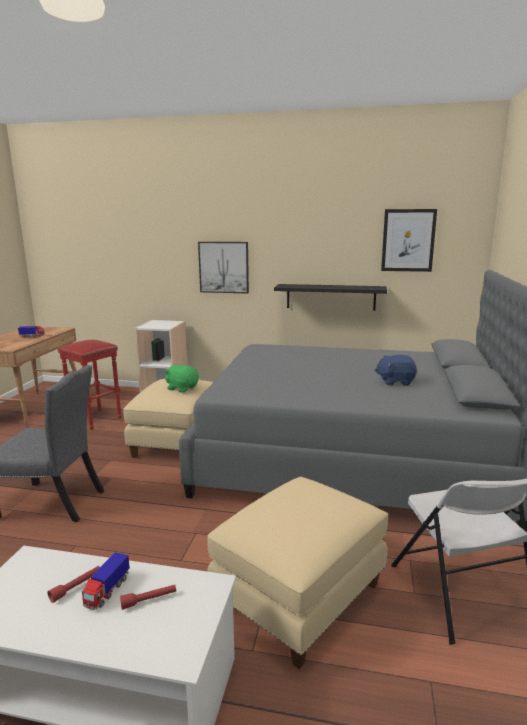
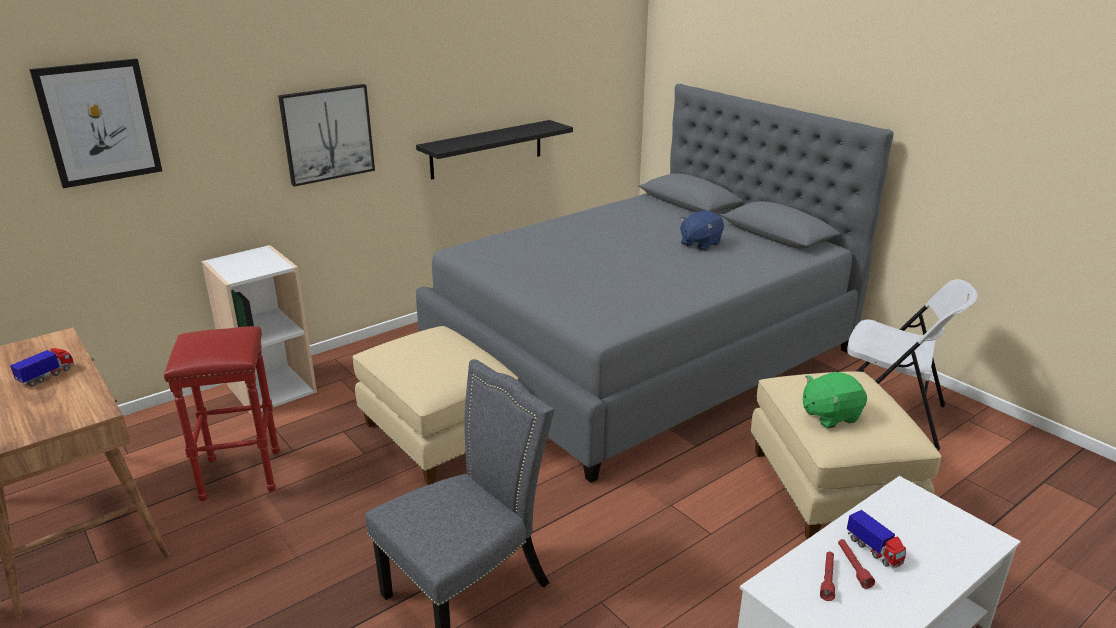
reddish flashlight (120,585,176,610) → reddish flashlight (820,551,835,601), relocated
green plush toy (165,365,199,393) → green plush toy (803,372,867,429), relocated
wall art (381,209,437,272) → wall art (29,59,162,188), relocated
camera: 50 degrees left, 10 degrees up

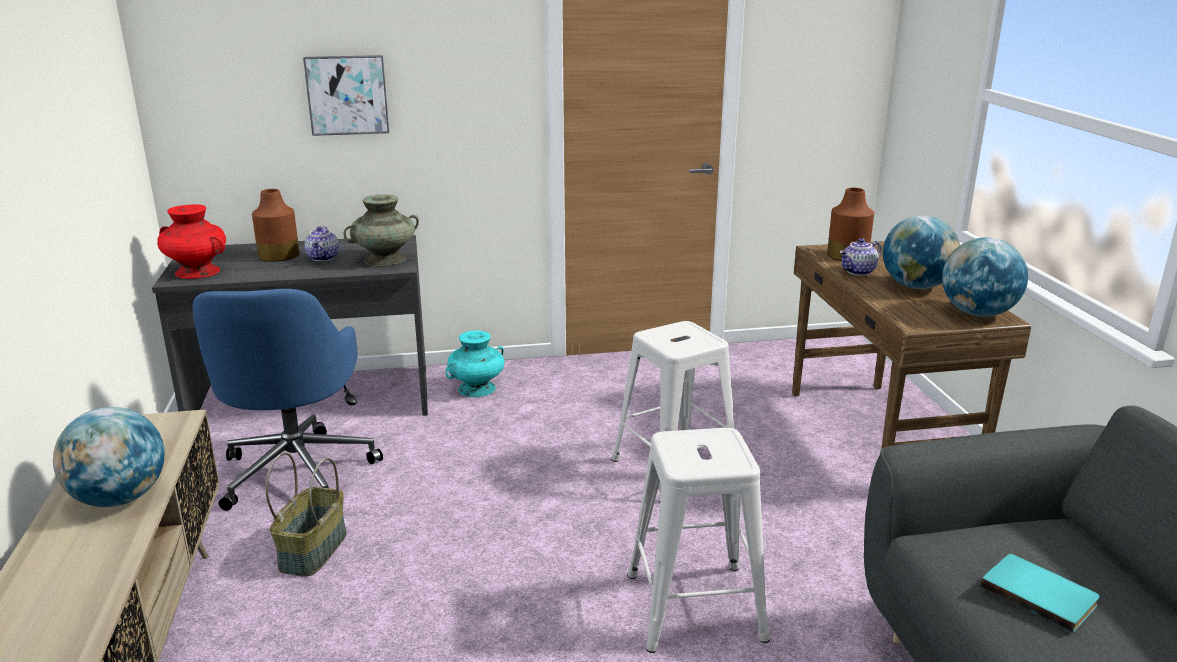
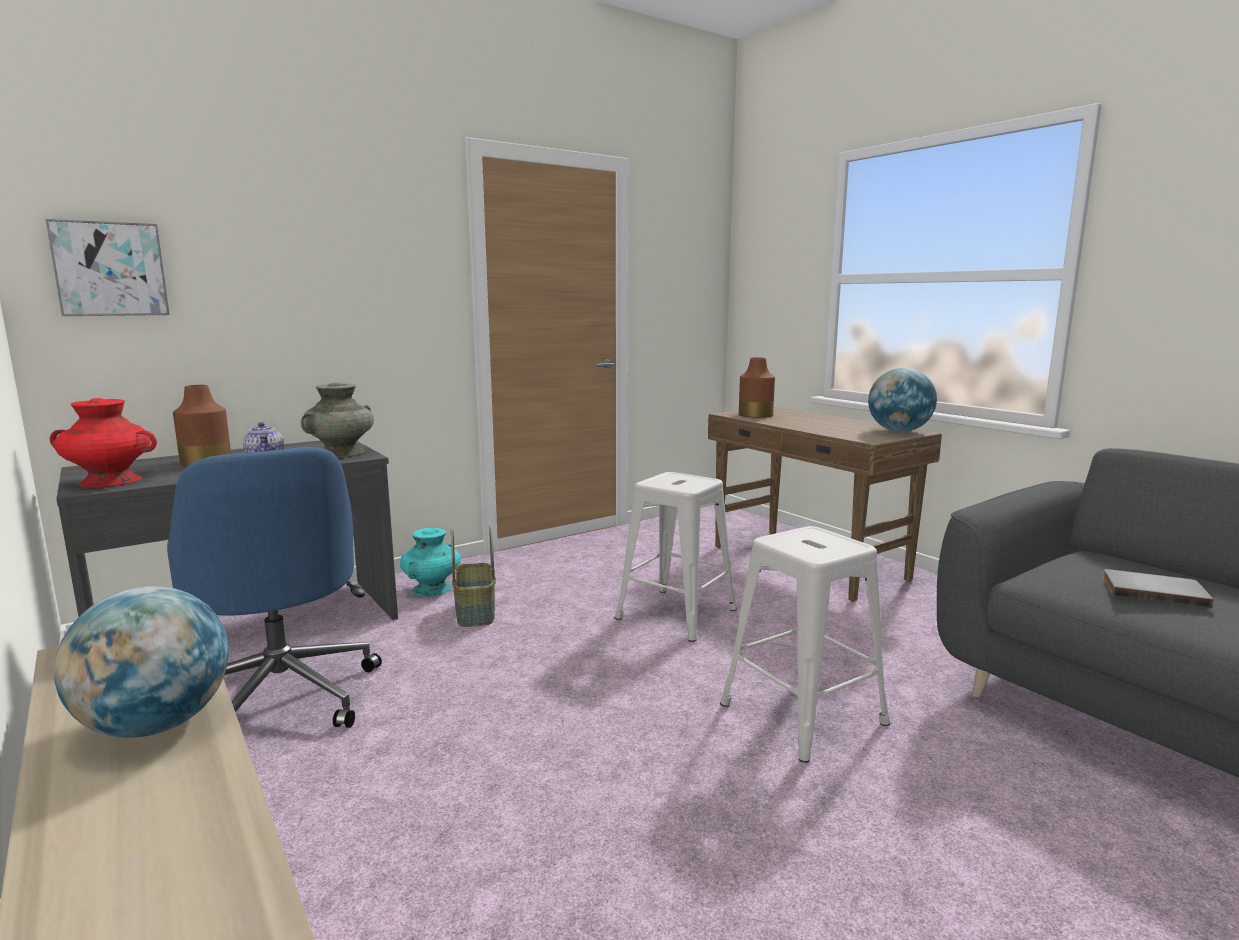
pot for tea (840,238,882,276) → -
globe (883,215,960,289) → -
basket (265,452,347,576) → basket (451,526,496,627), relocated
wall art (303,55,389,136) → wall art (45,219,170,316), relocated
blue-green book (980,554,1100,633) → greyish book (1102,569,1214,609)
camera: 25 degrees left, 10 degrees down

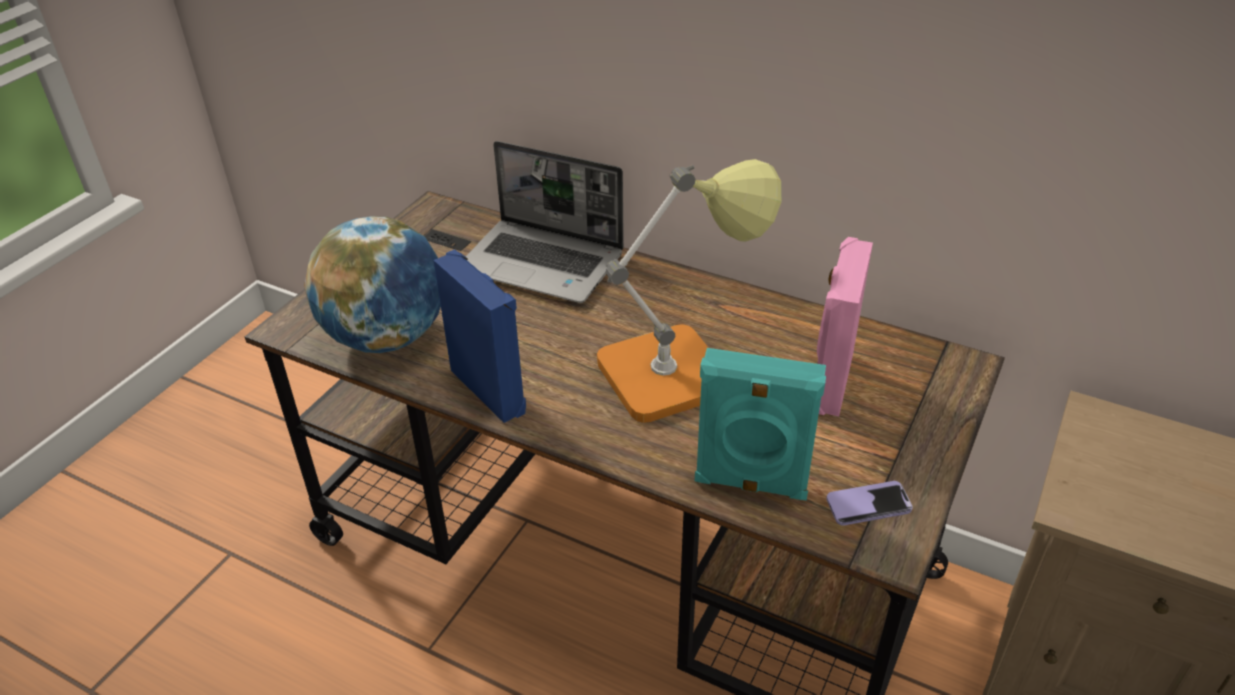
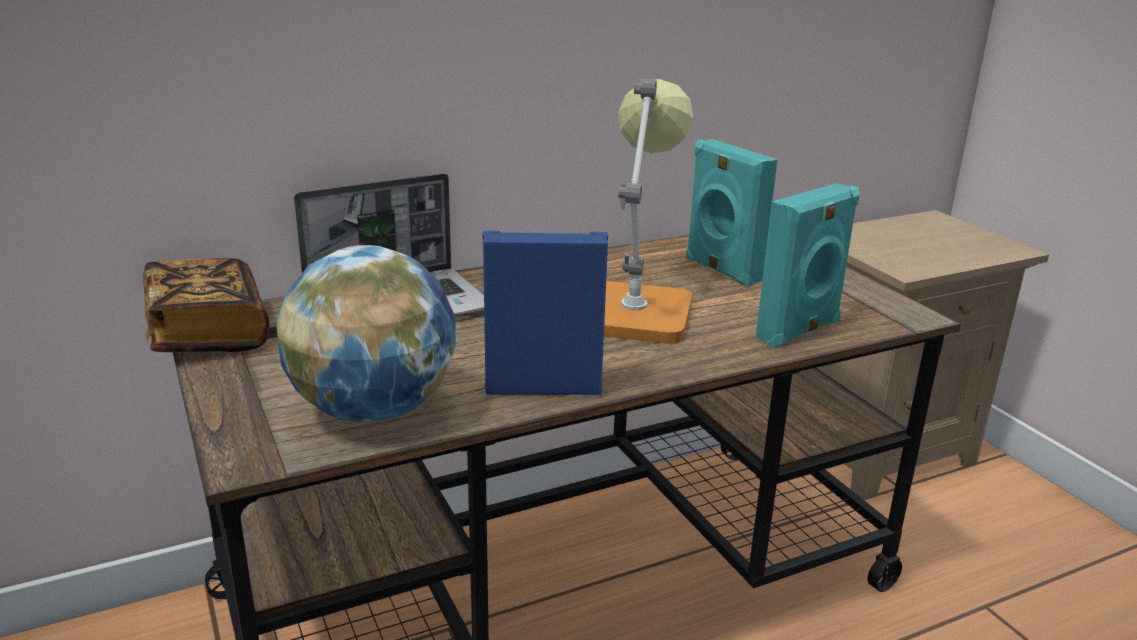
telephone (826,481,913,526) → -
- → book (142,258,269,352)
pinkish speaker (817,237,873,416) → blue-green speaker (686,139,778,287)
camera: 55 degrees left, 15 degrees down

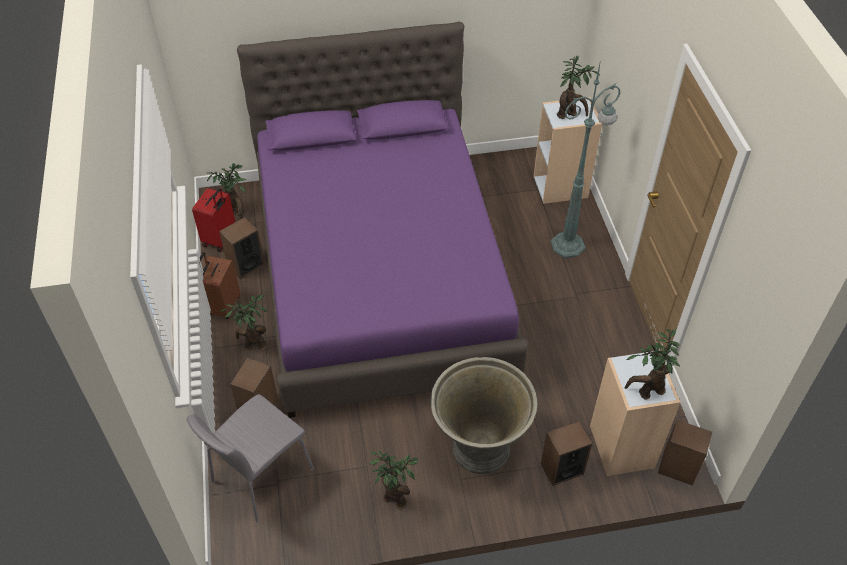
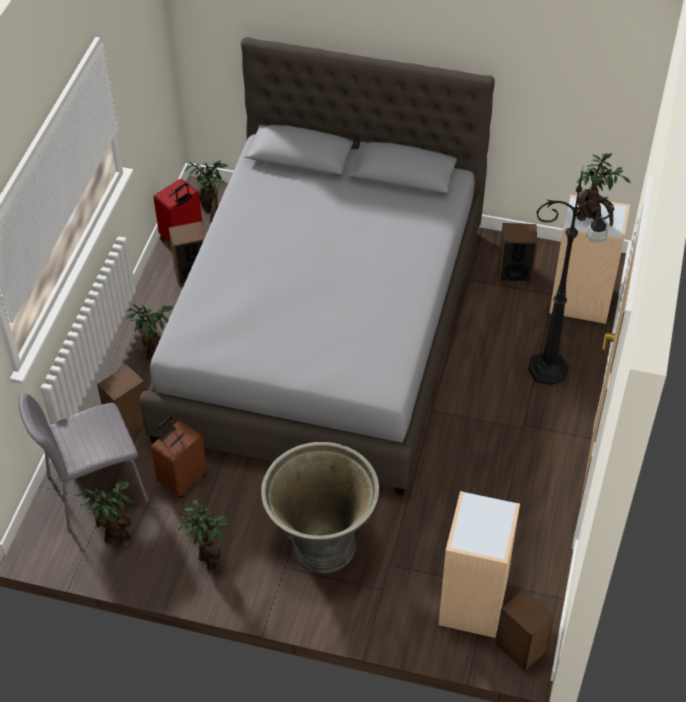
brown travel case (199,252,240,319) → brown travel case (151,416,207,498), relocated
speaker (541,421,592,486) → speaker (498,223,537,283), relocated
houseplant (625,329,680,400) → houseplant (77,481,133,546), relocated
purple-coloured bed (237,22,528,418) → greyish bed (140,37,495,496)
green floor lamp (550,60,621,258) → blackish floor lamp (528,168,614,385)
camera: 25 degrees right, 0 degrees up

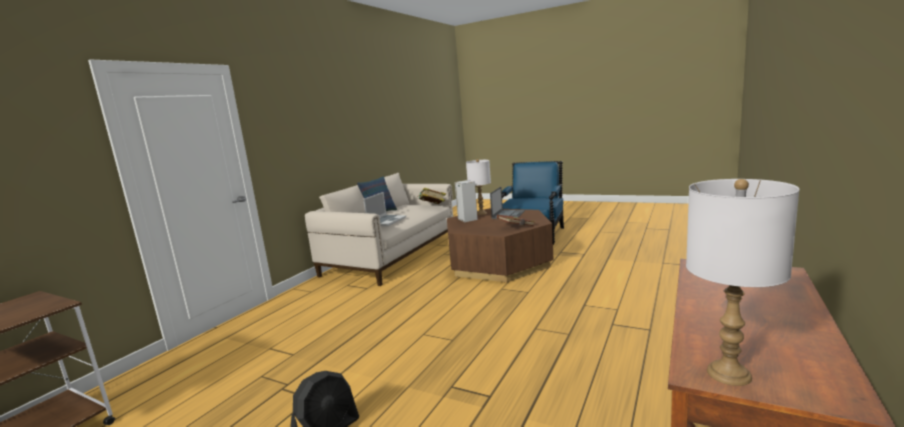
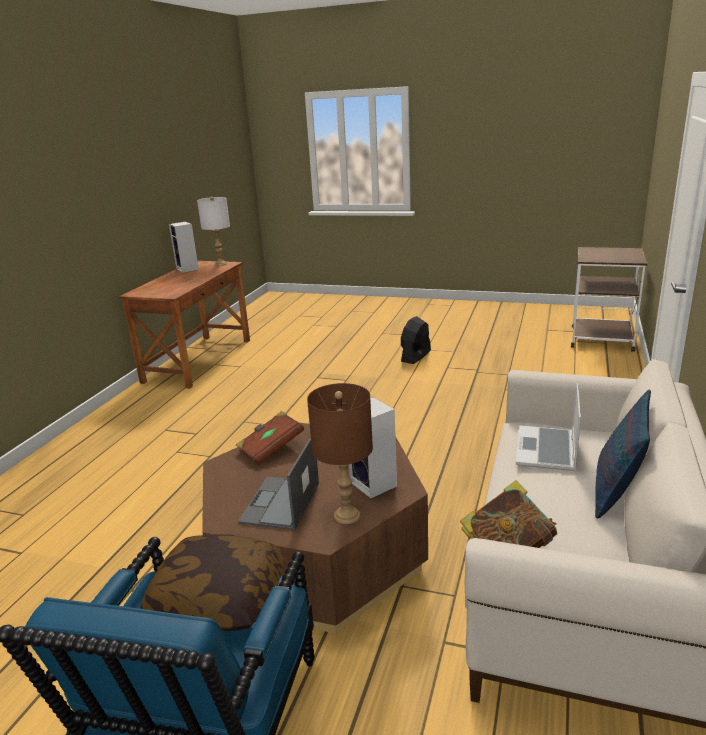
- → cushion (141,535,284,632)
- → speaker (169,221,199,273)
white-coloured lamp for a table (466,159,491,215) → brown lamp for a table (307,383,373,524)
camera: 170 degrees right, 10 degrees up

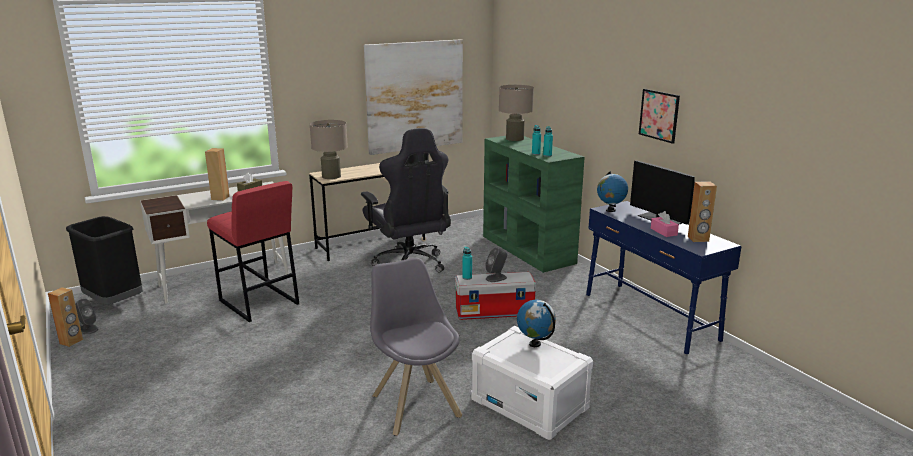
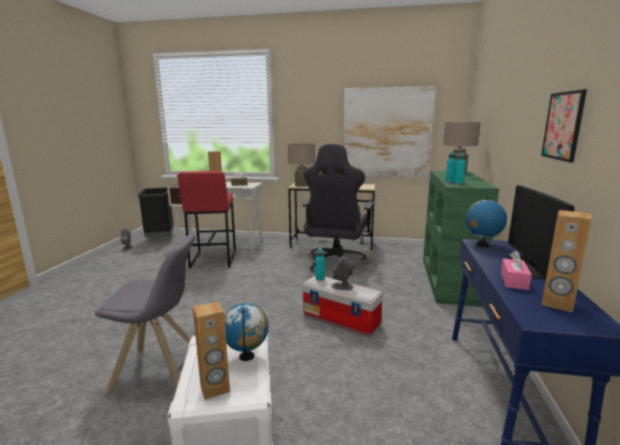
brown speaker (48,287,83,347) → brown speaker (193,301,230,400), relocated
greyish upright chair (370,258,462,436) → greyish upright chair (95,233,195,394), 75 degrees clockwise
camera: 40 degrees right, 5 degrees down

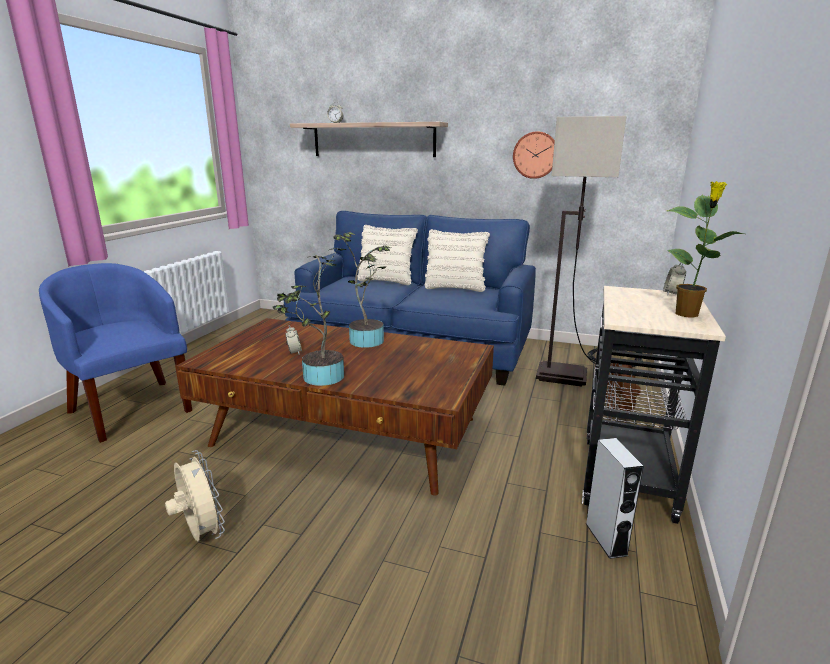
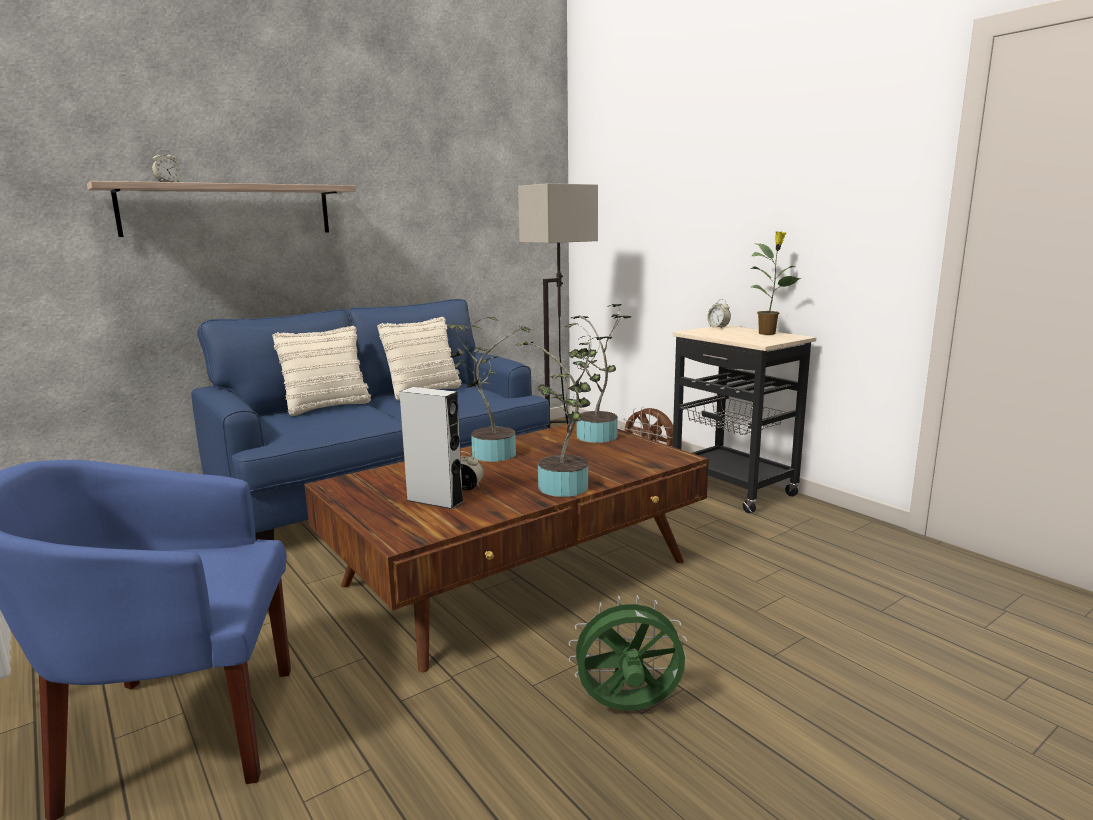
hanging clock (513,131,555,179) → -
- → houseplant (568,304,631,443)
greyish speaker (585,438,644,559) → greyish speaker (400,387,464,509), relocated
beige fan (165,450,225,541) → green fan (569,595,687,711)
camera: 55 degrees left, 5 degrees down

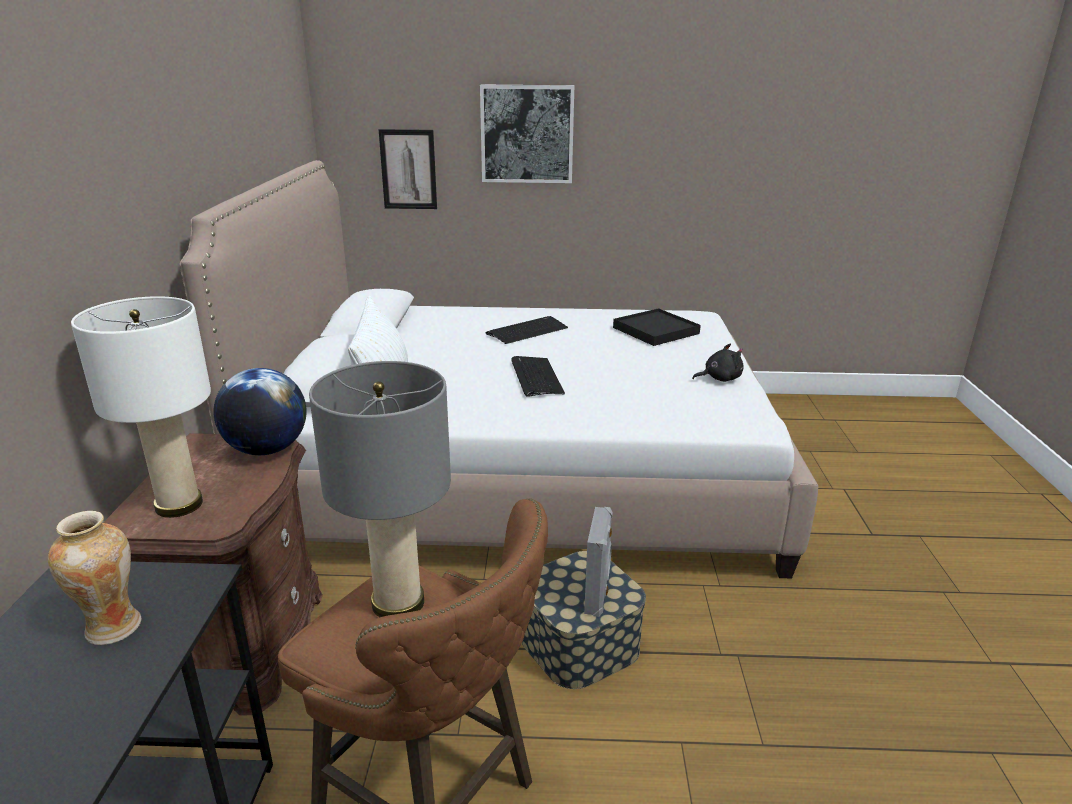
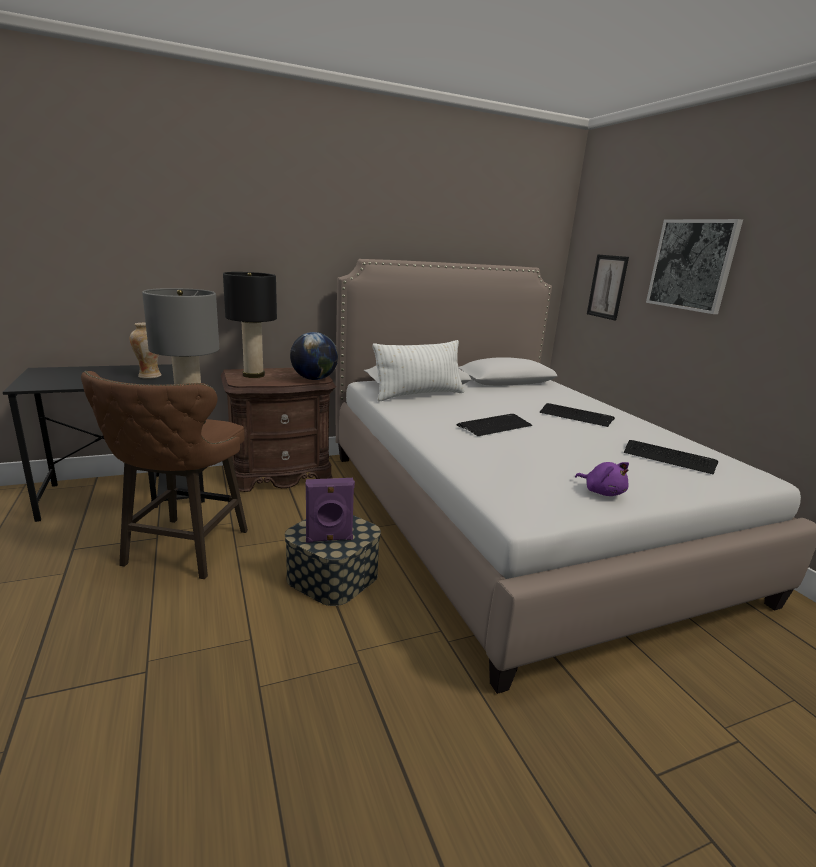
blackish tray (613,308,701,346) → PC keyboard (624,440,718,474)
white-coloured lamp for a table (71,296,211,518) → blackish lamp for a table (223,272,277,378)
greyish speaker (584,507,613,617) → purple-coloured speaker (305,478,355,543)
blackish plush toy (692,344,744,382) → purple-coloured plush toy (575,462,629,496)
camera: 65 degrees right, 5 degrees down

